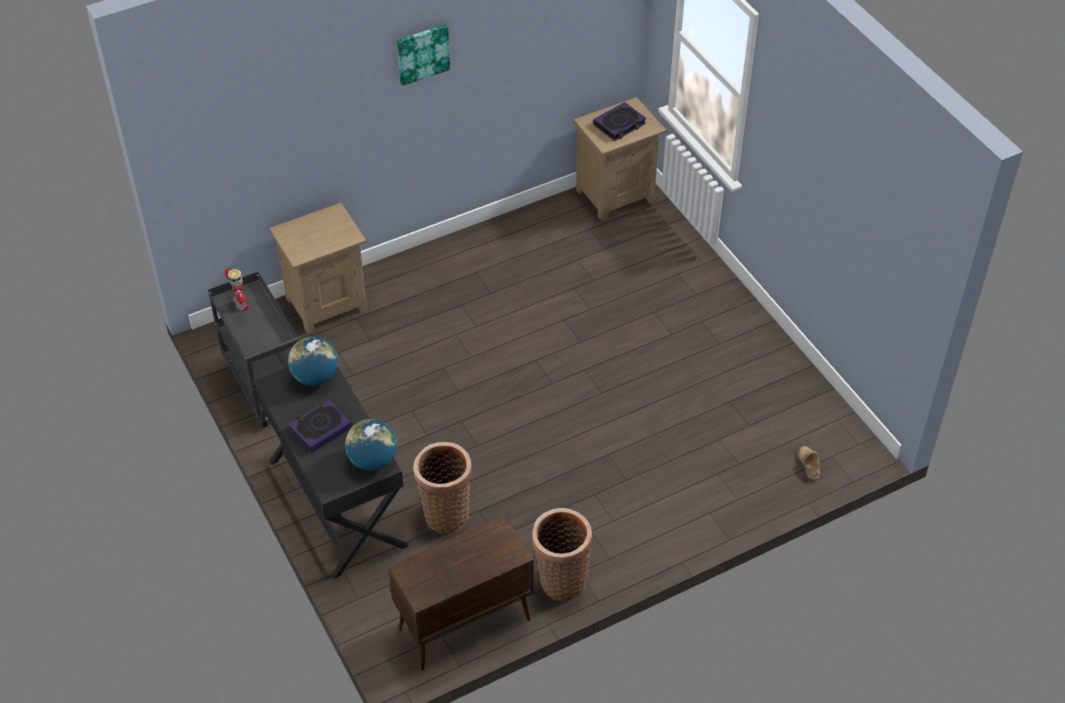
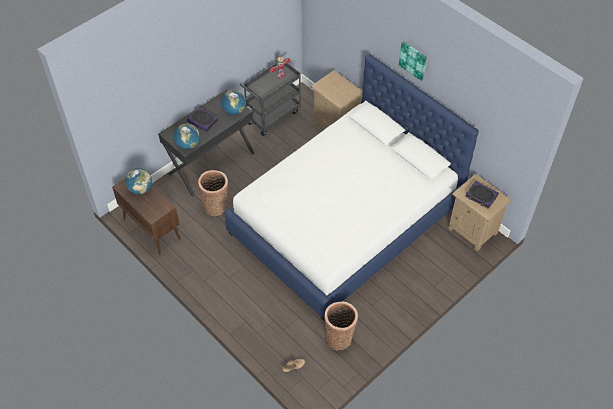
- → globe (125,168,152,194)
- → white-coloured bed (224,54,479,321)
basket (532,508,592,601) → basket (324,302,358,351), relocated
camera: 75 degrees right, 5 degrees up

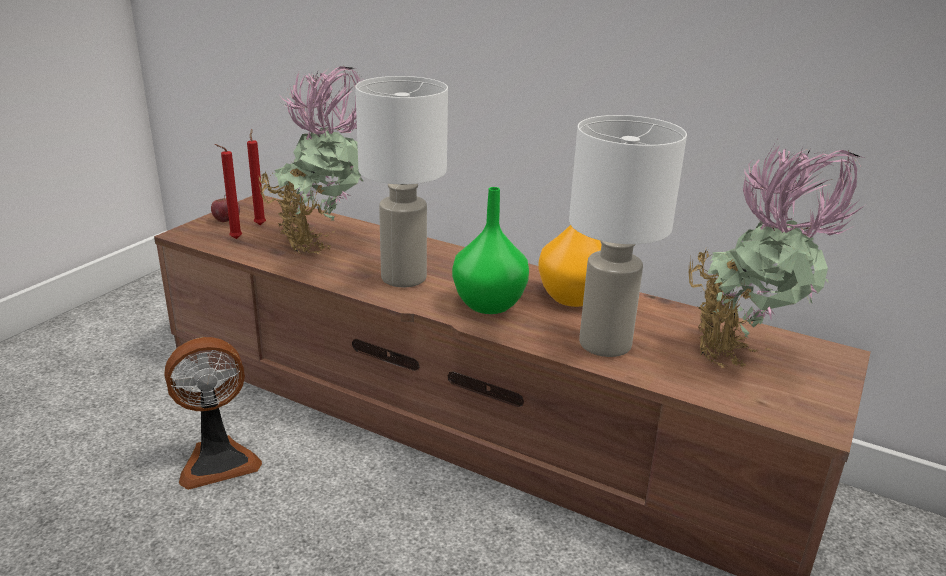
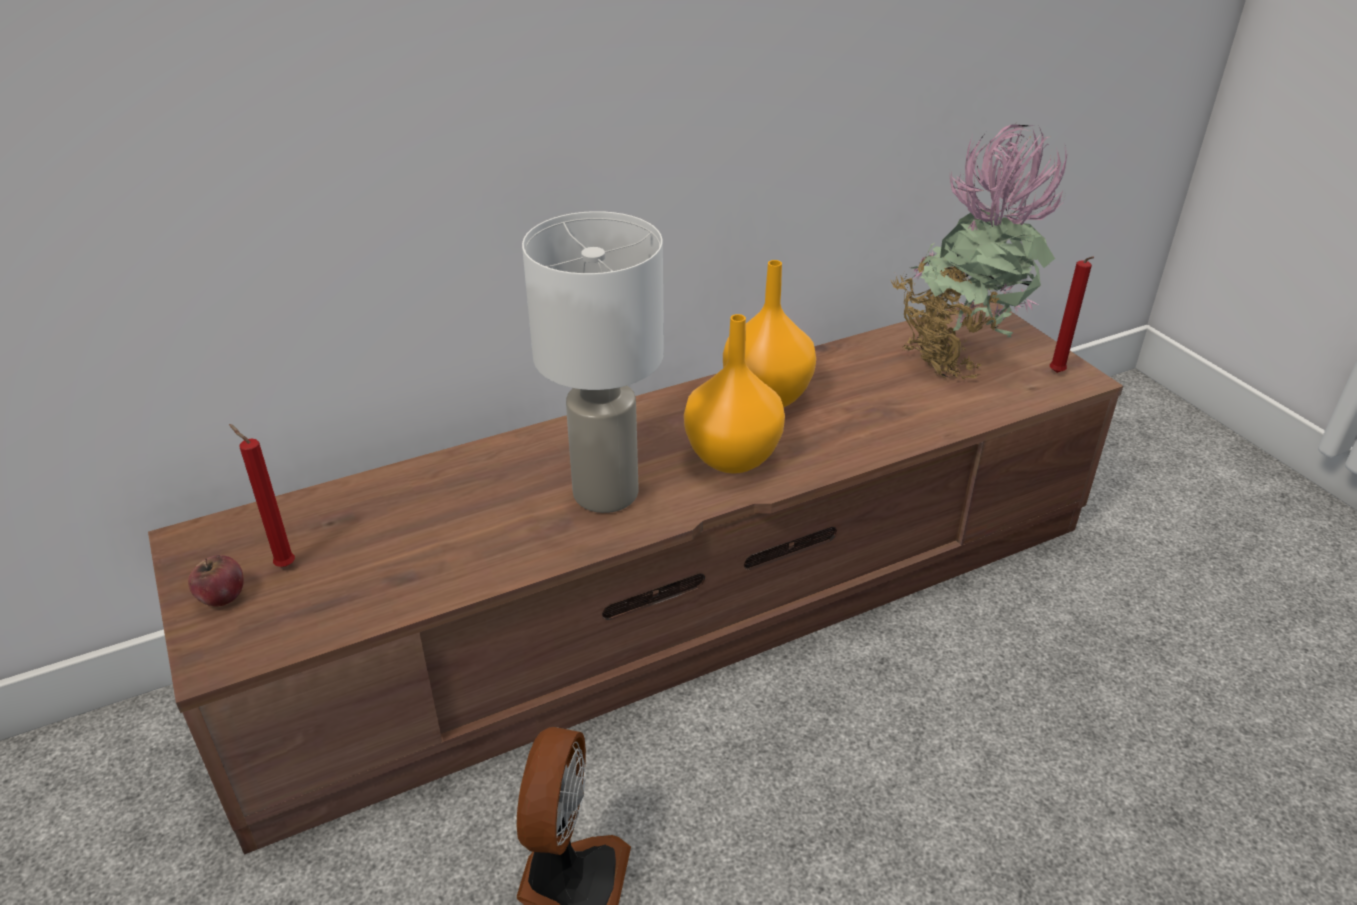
houseplant (258,66,364,254) → -
white-coloured lamp for a table (569,115,687,357) → -
reddish candle (214,144,242,239) → reddish candle (1050,256,1094,373), relocated
green decorative vase (452,187,529,314) → orange decorative vase (684,314,785,474)
camera: 55 degrees left, 10 degrees up

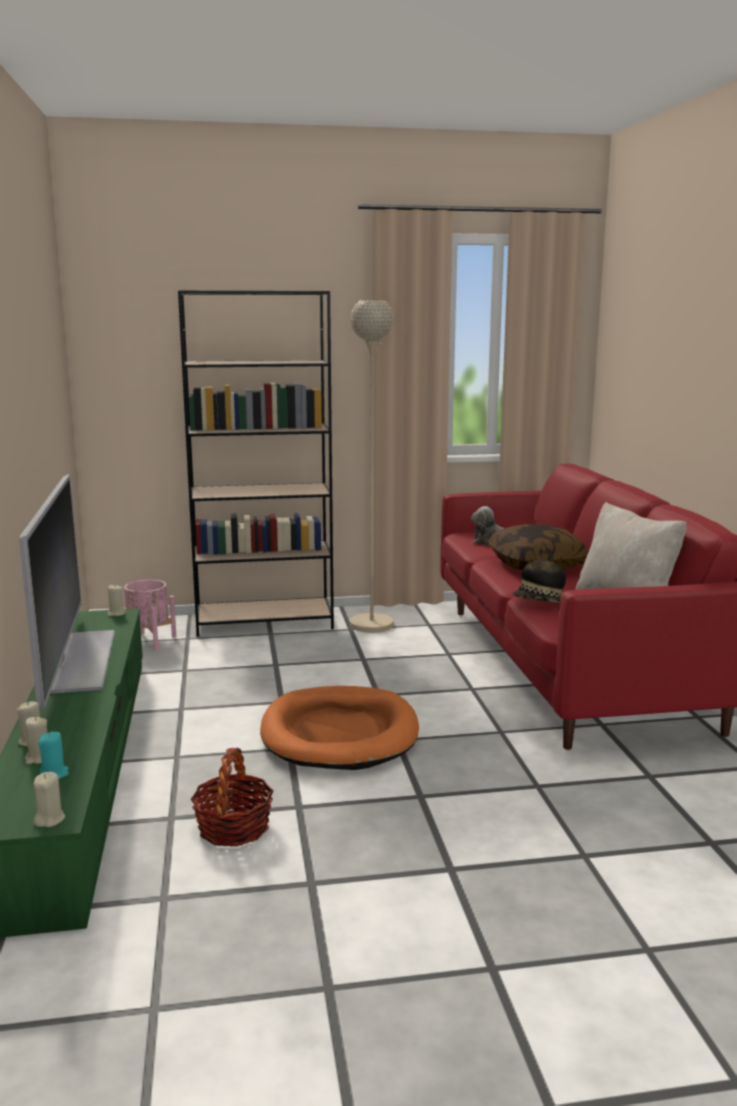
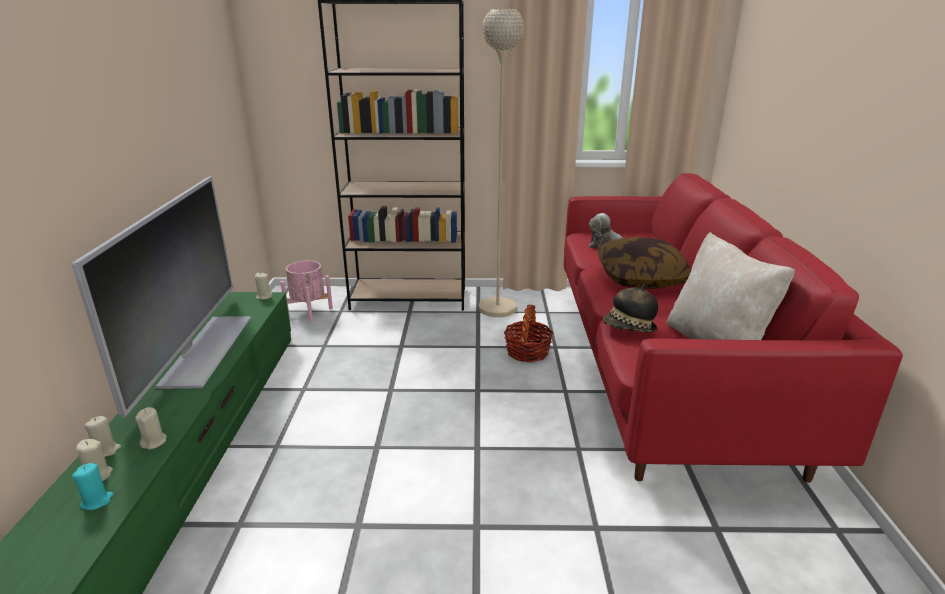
orange dog bed (260,686,419,770) → -
beige candle (33,772,65,827) → beige candle (135,407,167,450), relocated
basket (191,748,274,846) → basket (504,305,554,362), relocated
camera: 10 degrees right, 10 degrees up

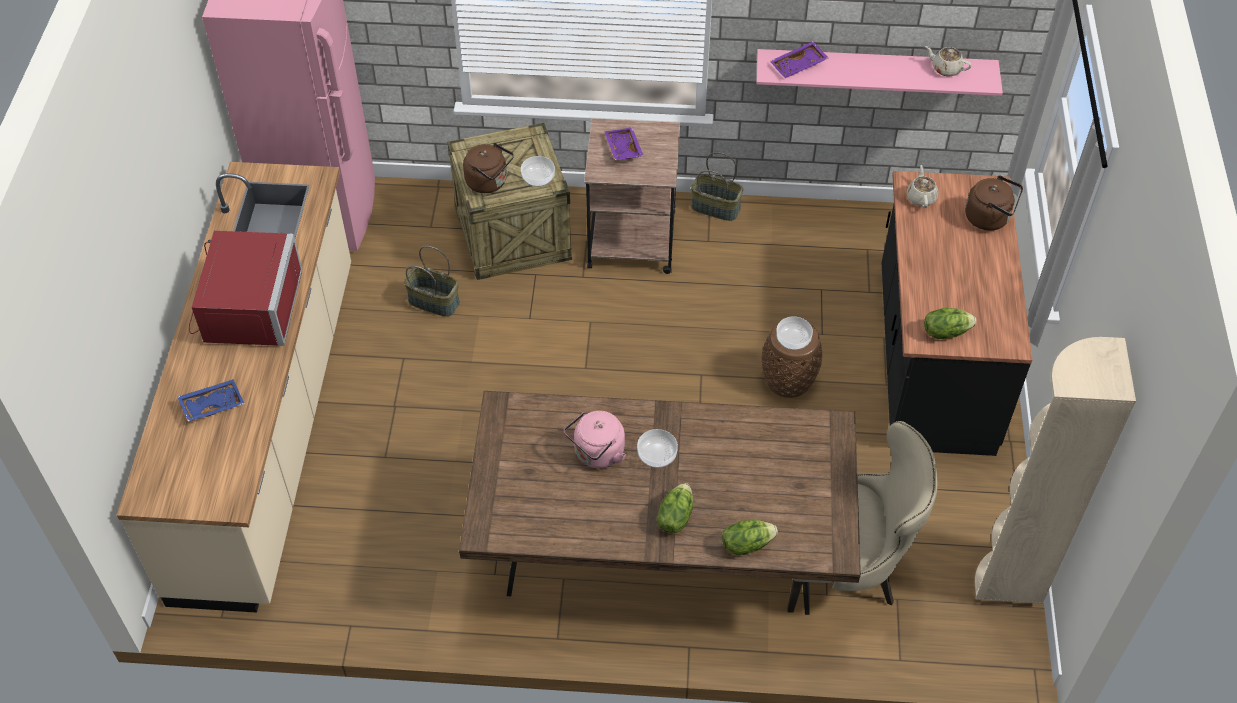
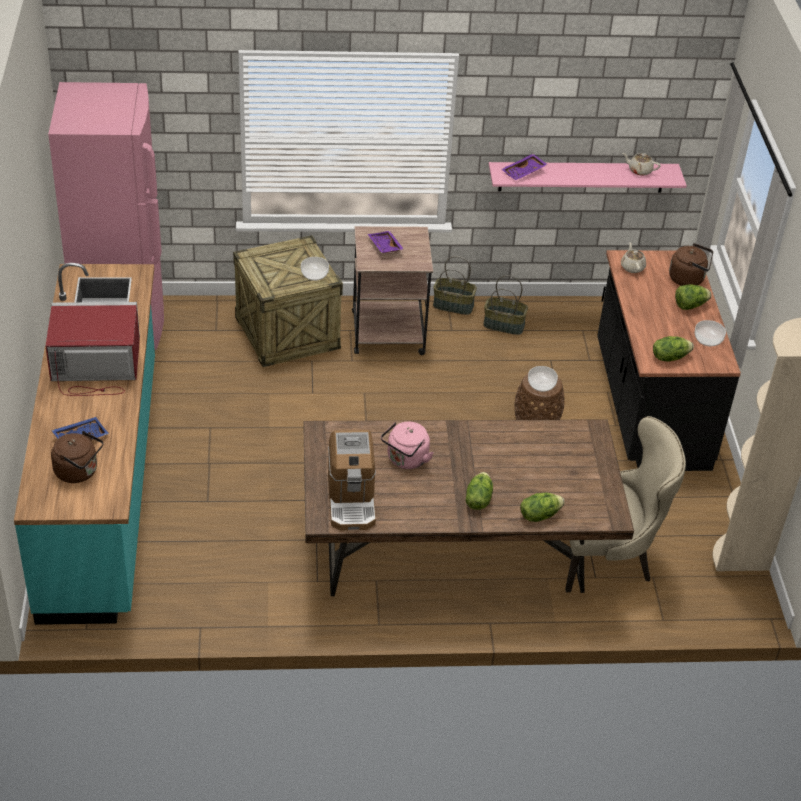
- → coffee brewer (328,430,376,530)
- → lettuce (675,284,711,310)
basket (404,246,460,317) → basket (483,275,528,335), relocated
brown tea kettle (463,143,514,193) → brown tea kettle (51,431,104,483), relocated
deep dish (637,429,678,468) → deep dish (694,320,726,347), relocated
beige kitchen base unit (117,162,351,613) → blue-green kitchen base unit (14,263,155,625)
reddish kitchen microwave (189,231,302,346) → reddish kitchen microwave (45,302,140,396), 90 degrees counterclockwise
camera: 10 degrees left, 10 degrees down

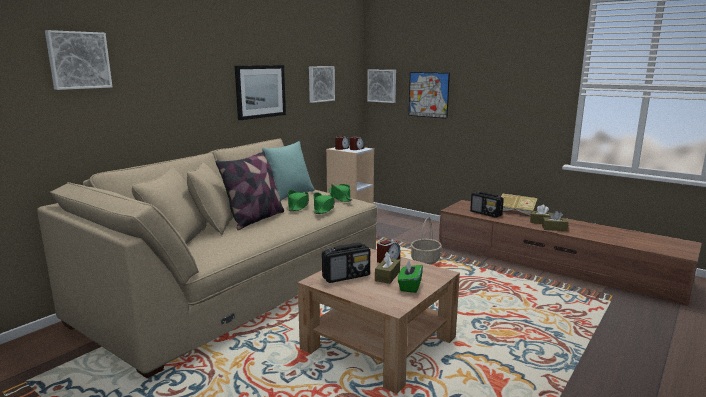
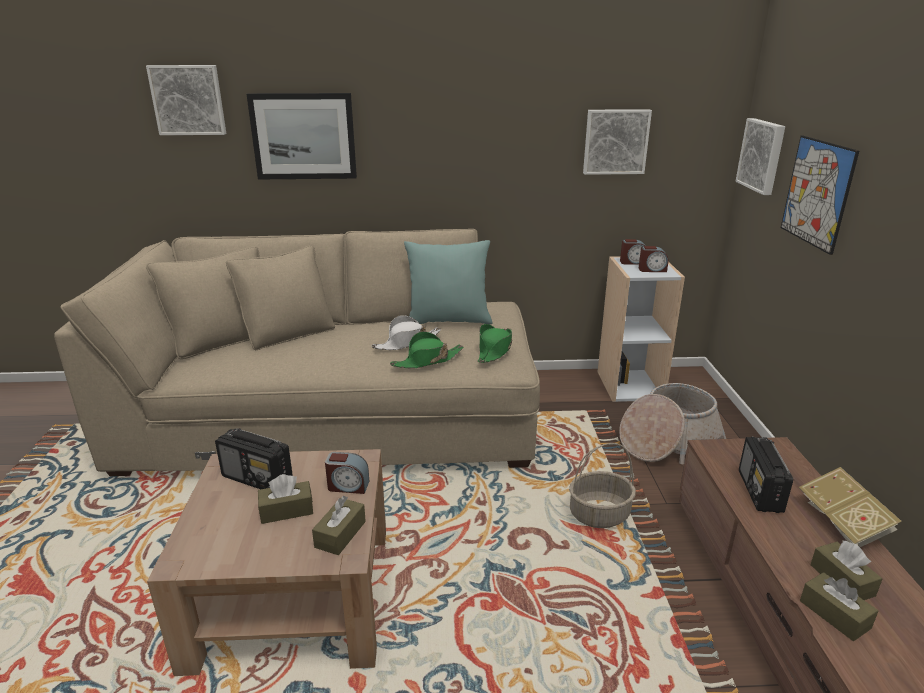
cushion (216,151,284,230) → -
green box of tissues (398,261,423,293) → -
- → brown box of tissues (312,496,366,555)
- → basket (619,383,726,464)
wall art (235,65,286,120) → wall art (247,93,357,179), relocated
green hat (288,190,309,211) → white-coloured hat (371,315,441,350)
camera: 50 degrees right, 10 degrees up

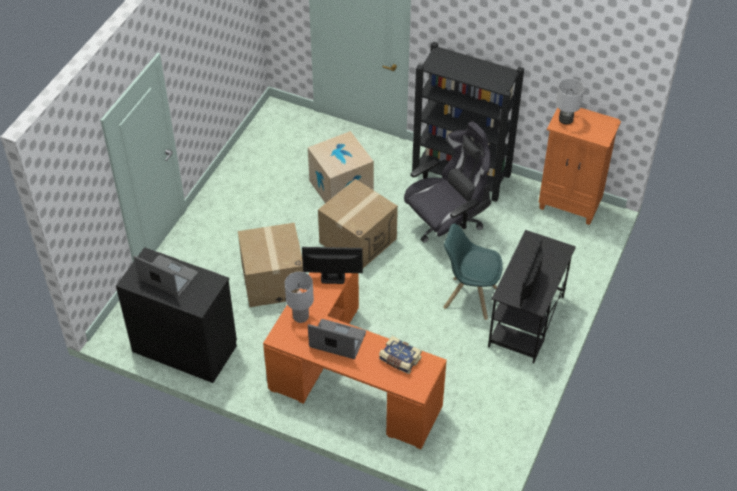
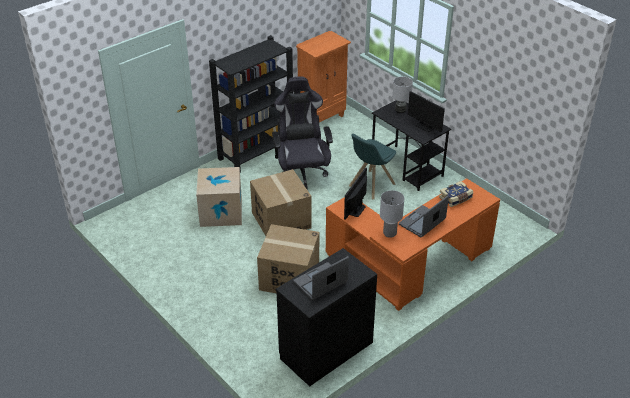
greyish lamp for a table (556,78,584,124) → greyish lamp for a table (392,77,413,113), relocated
camera: 65 degrees left, 10 degrees down

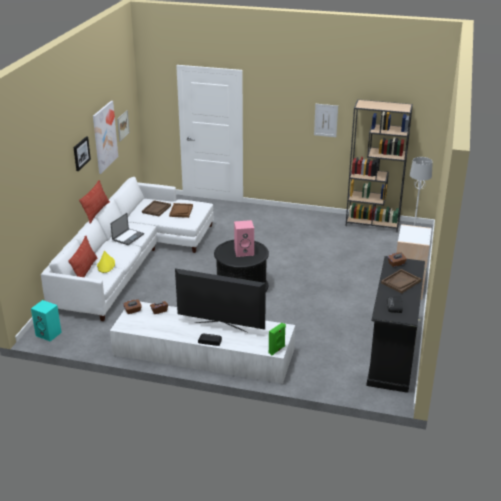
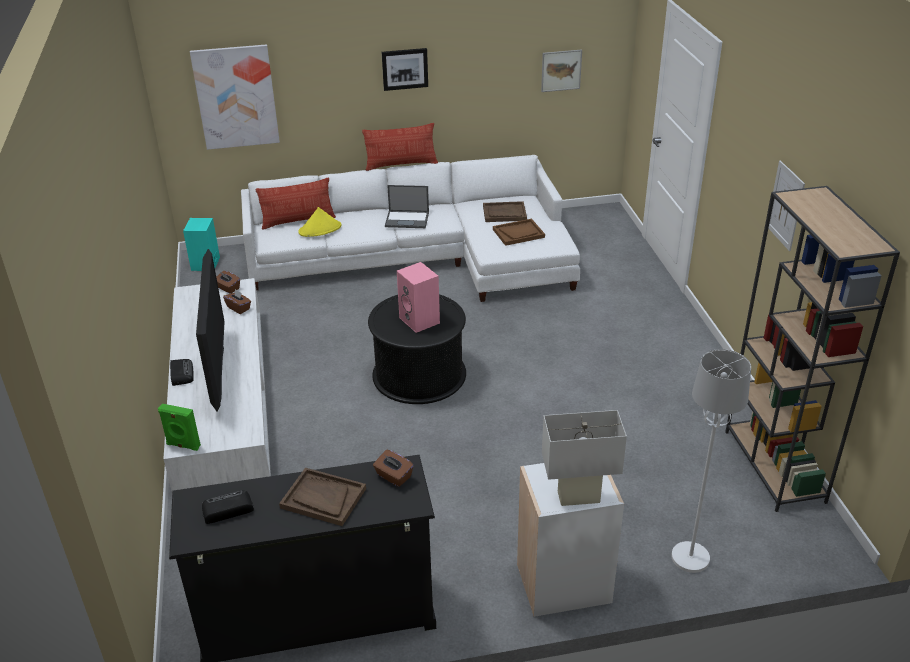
- → white-coloured lamp for a table (542,410,627,506)
wall art (93,101,118,174) → wall art (190,44,280,150), relocated
camera: 65 degrees right, 5 degrees up

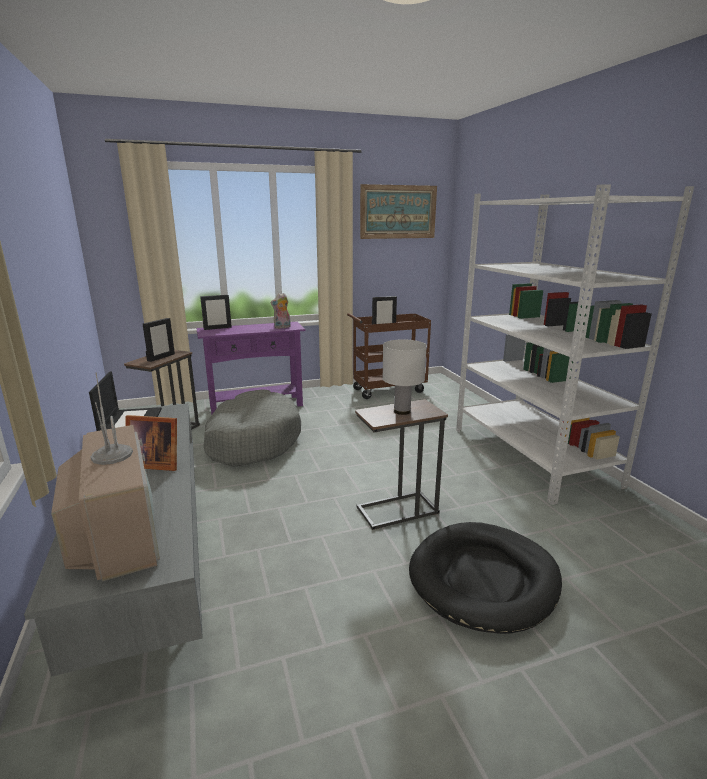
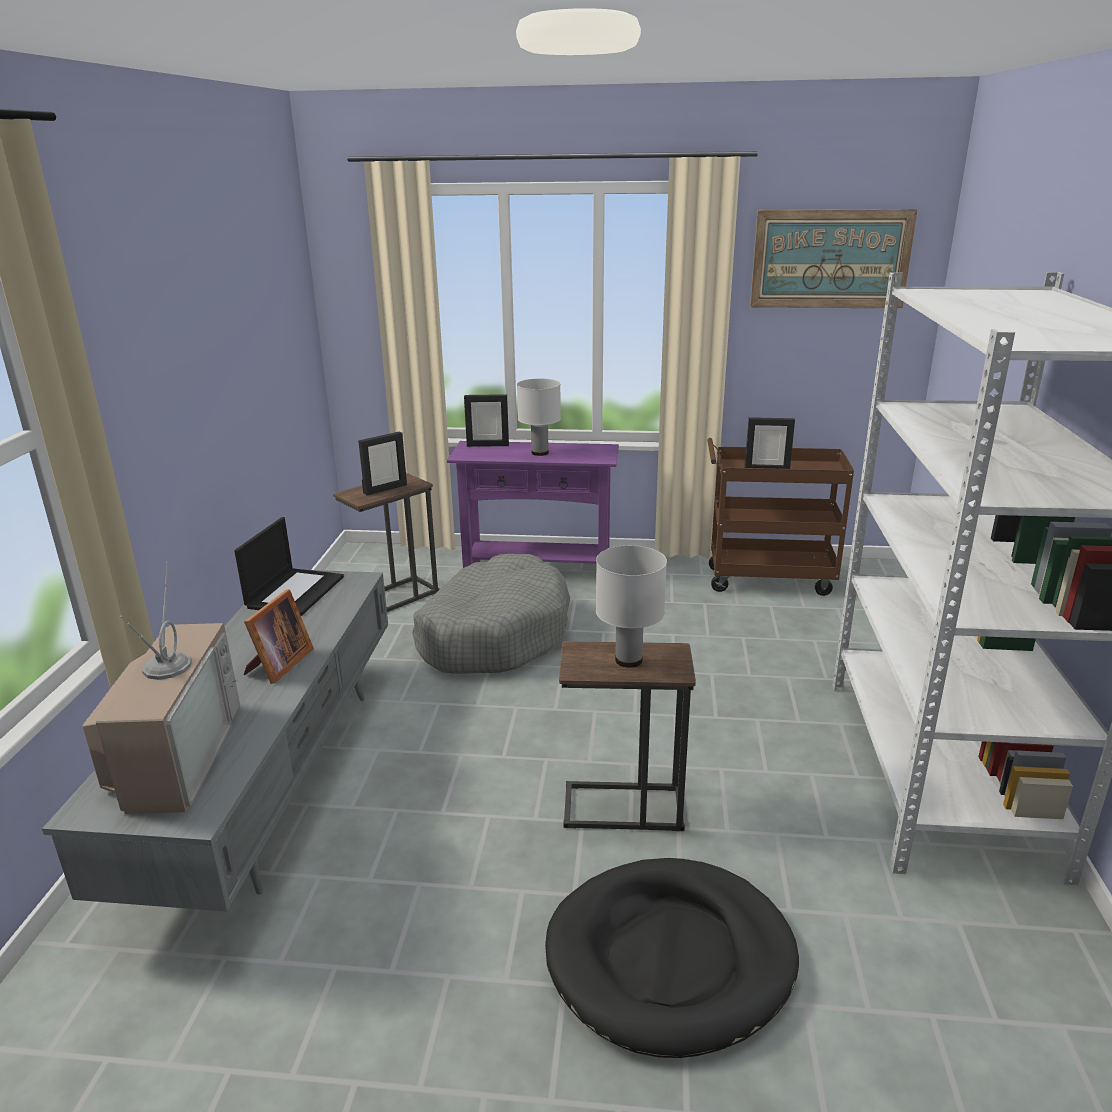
plush toy (270,293,291,329) → -
- → white-coloured lamp for a table (517,379,561,456)
photo frame (126,415,177,471) → photo frame (244,589,314,684), 105 degrees counterclockwise
camera: 25 degrees right, 5 degrees up

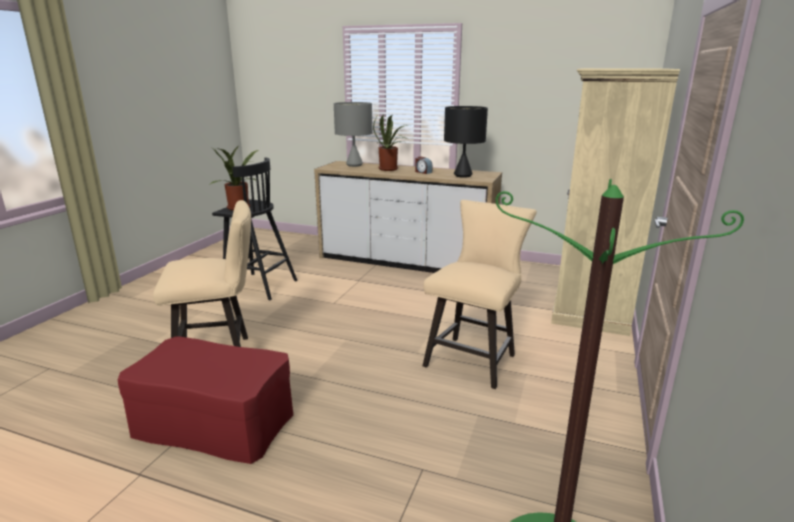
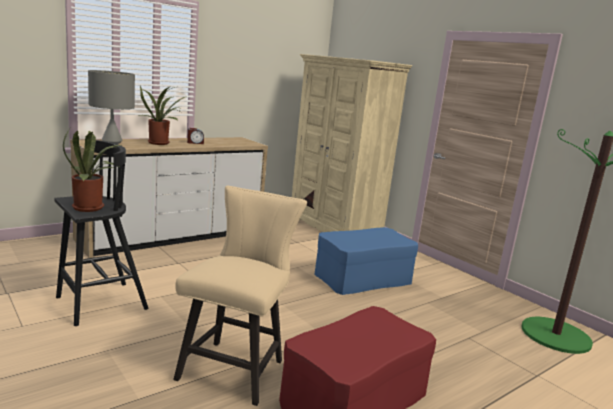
blackish lamp for a table (444,106,488,178) → -
beige upright chair (422,200,537,389) → bluish ottoman (314,227,418,295)
camera: 60 degrees left, 5 degrees down

